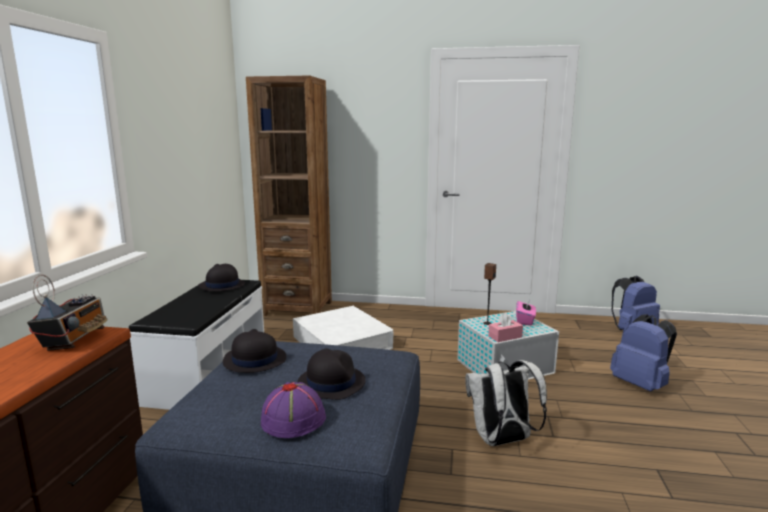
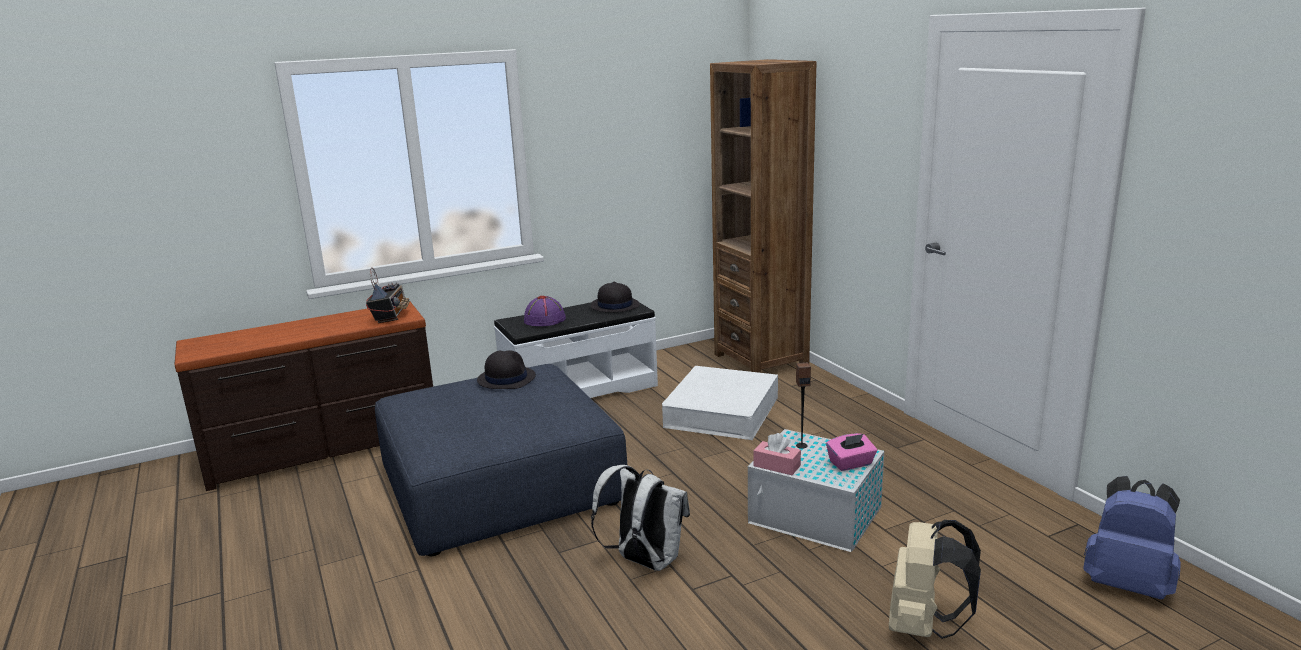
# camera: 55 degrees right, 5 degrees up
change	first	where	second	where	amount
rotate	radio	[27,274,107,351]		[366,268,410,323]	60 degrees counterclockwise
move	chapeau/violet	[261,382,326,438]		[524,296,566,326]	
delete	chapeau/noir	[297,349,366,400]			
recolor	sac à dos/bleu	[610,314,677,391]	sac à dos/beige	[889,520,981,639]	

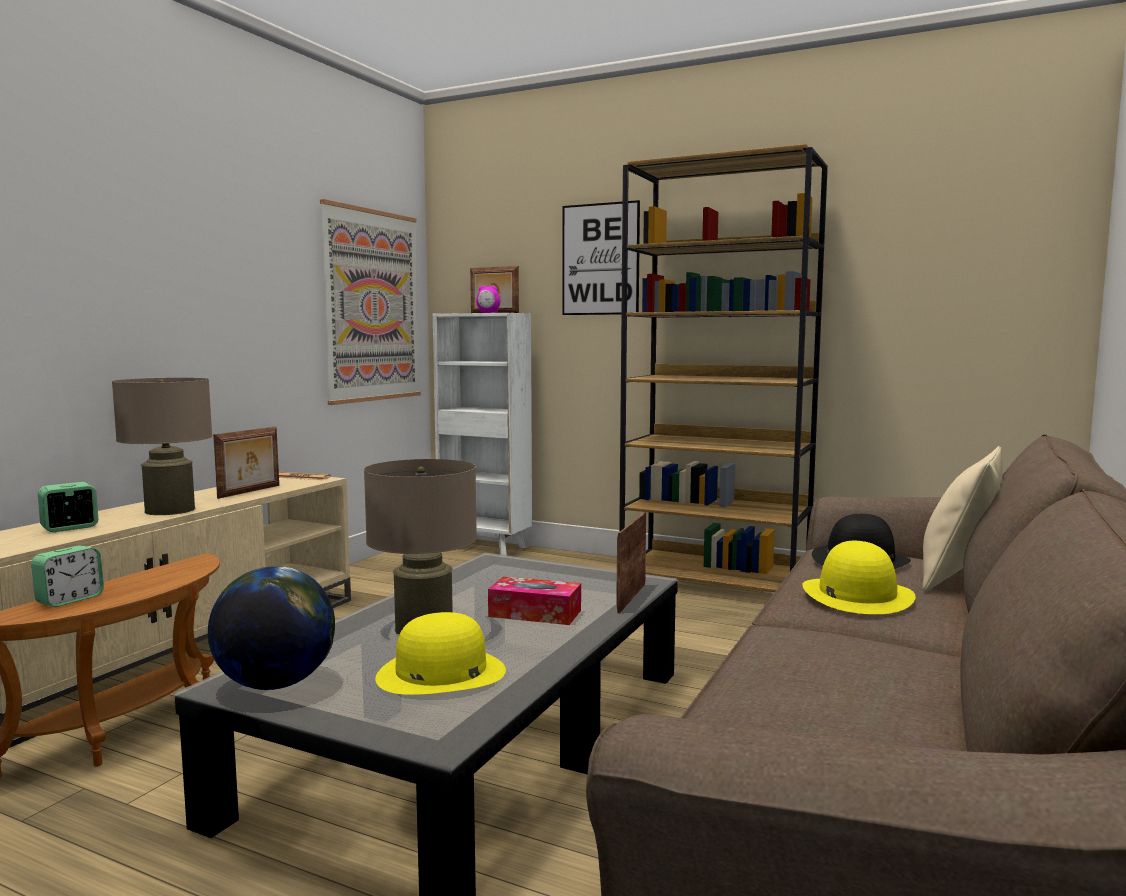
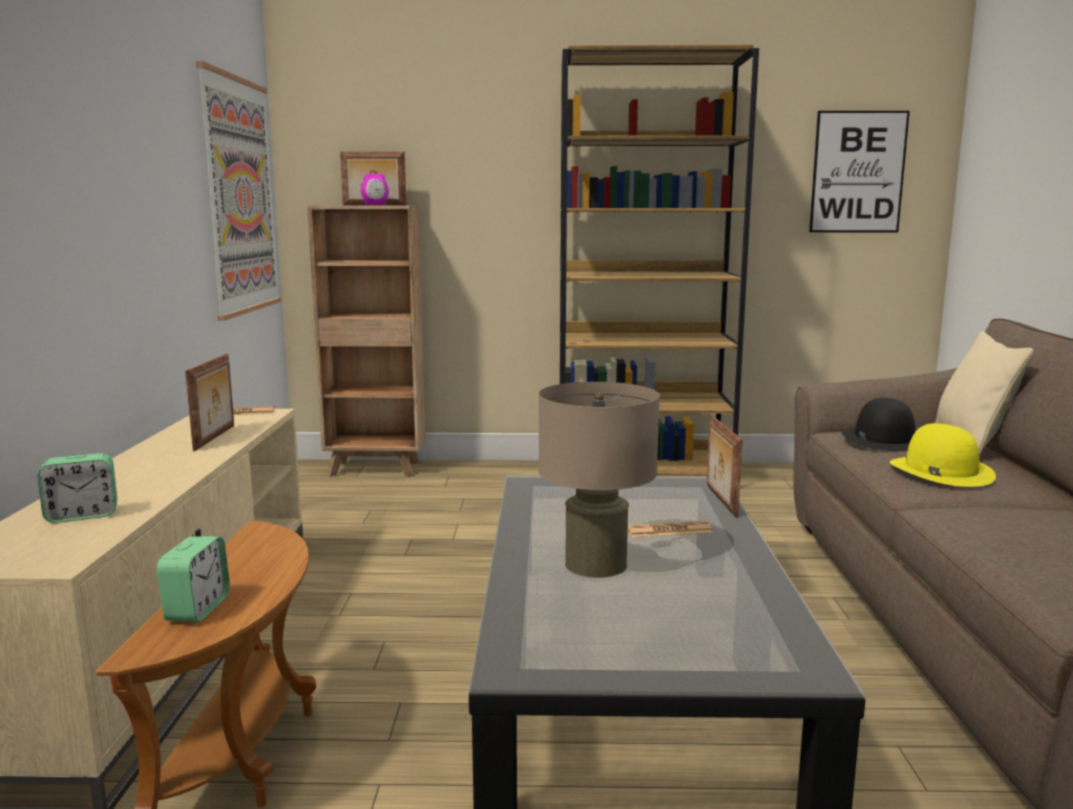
# camera: 25 degrees left, 5 degrees up
change	first	where	second	where	amount
rotate	réveil	[38,482,98,532]		[37,453,117,523]	135 degrees counterclockwise
delete	lampe de table/beige	[112,378,212,515]			
delete	globe	[208,566,335,690]			
delete	chapeau/jaune	[375,612,506,695]			
recolor	bibliothèque/blanc	[433,313,532,555]	bibliothèque/marron	[307,206,426,477]	
replace	boîte à mouchoirs	[488,576,581,625]	journal	[628,521,713,537]	
move	tableau	[562,200,640,315]		[809,111,910,232]	

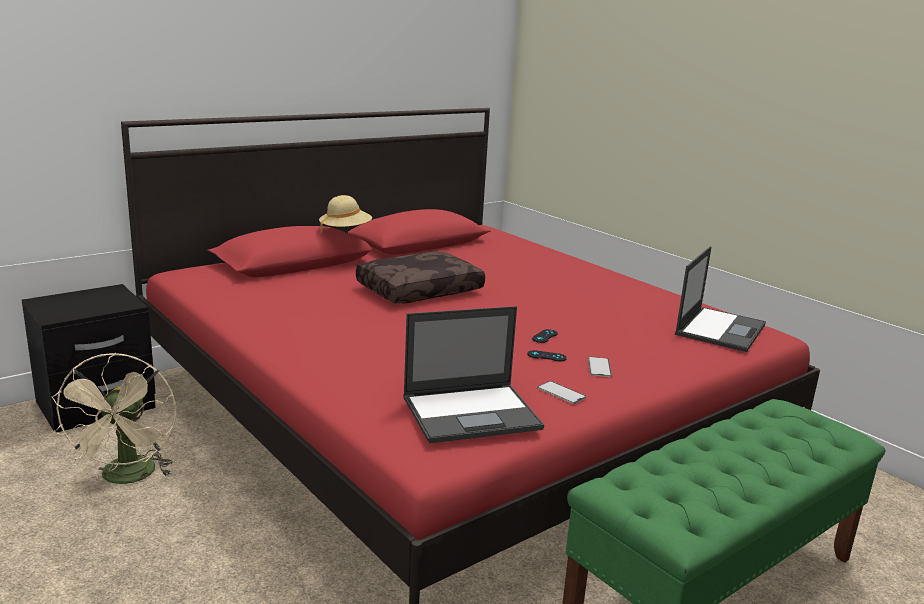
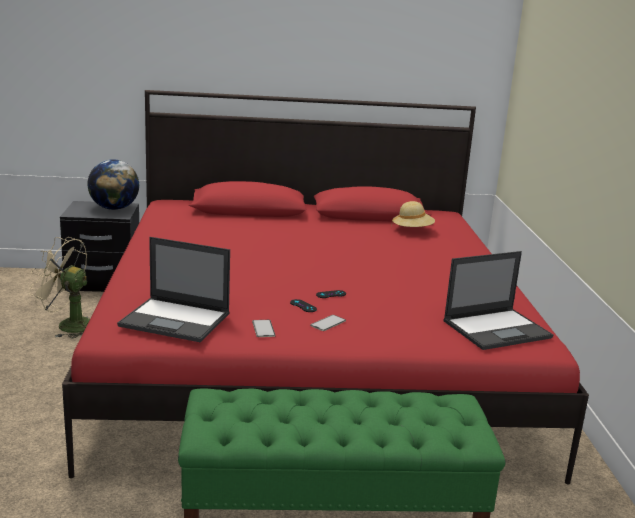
# camera: 35 degrees right, 0 degrees up
change	first	where	second	where	amount
rotate	ventilateur/beige	[51,353,176,484]		[29,237,90,338]	75 degrees clockwise
move	chapeau/beige	[319,195,372,234]		[391,201,435,229]	
delete	coussin/marron	[356,251,485,304]			
insert			globe	[87,159,139,210]	

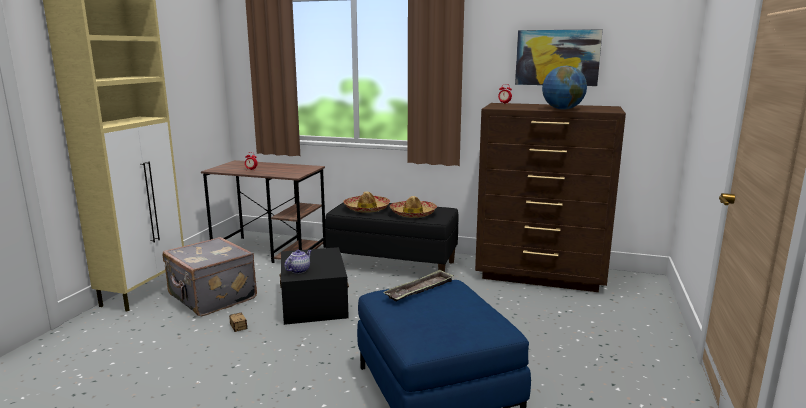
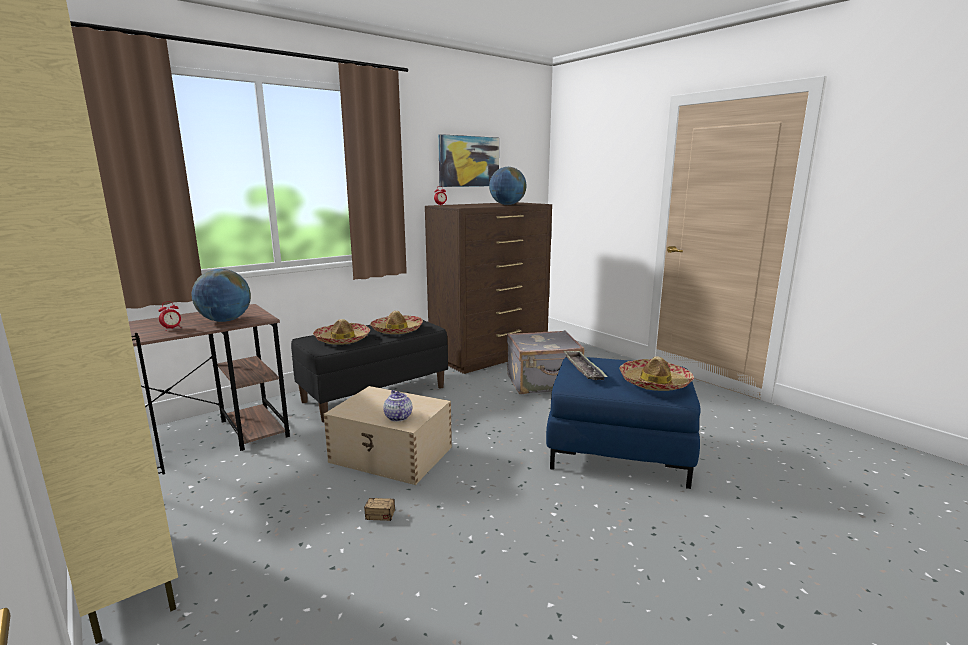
# camera: 55 degrees left, 0 degrees up
change	first	where	second	where	amount
move	valise/gris	[163,237,257,316]		[507,330,584,394]	
recolor	boîte de rangement/noir	[280,247,349,325]	boîte de rangement/beige	[324,386,452,485]	
insert			globe	[191,269,251,322]	
insert			chapeau	[620,356,694,391]	

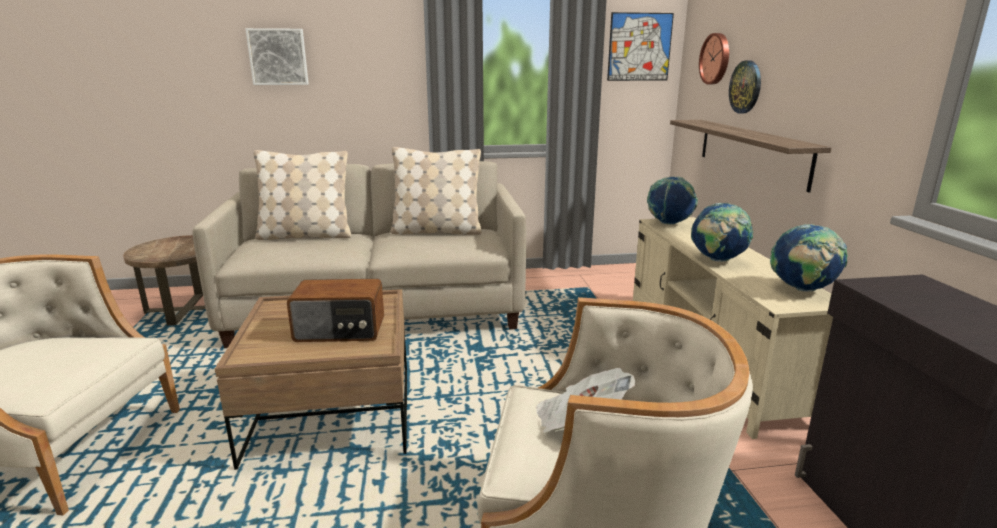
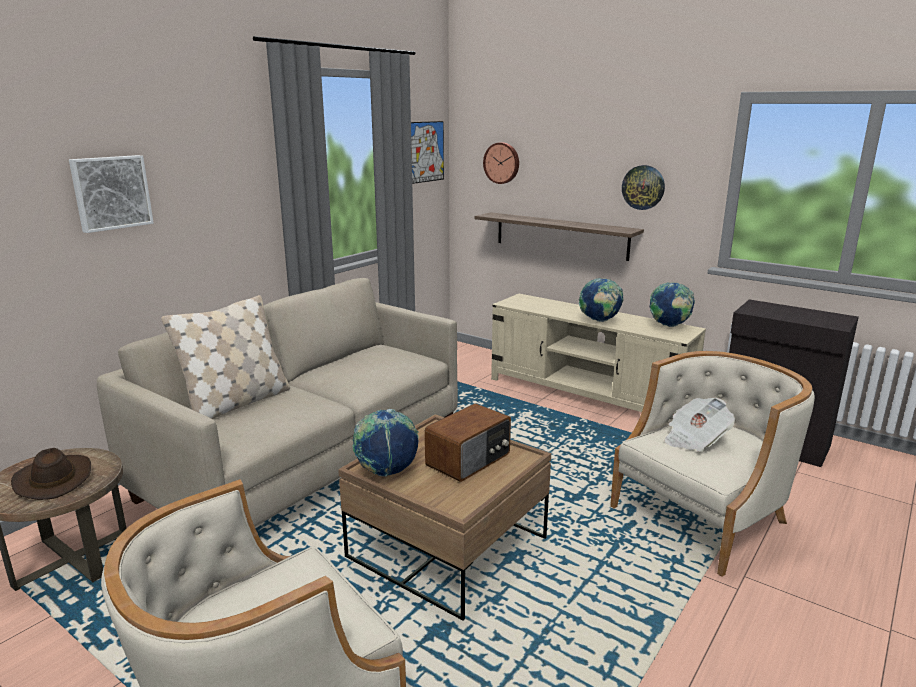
# camera: 45 degrees left, 0 degrees up
change	first	where	second	where	amount
delete	coussin/beige	[390,147,482,235]			
move	globe	[647,177,698,225]		[353,409,419,477]	
move	horloge murale	[729,61,761,114]		[622,165,665,210]	
insert			chapeau/marron	[11,448,91,500]	

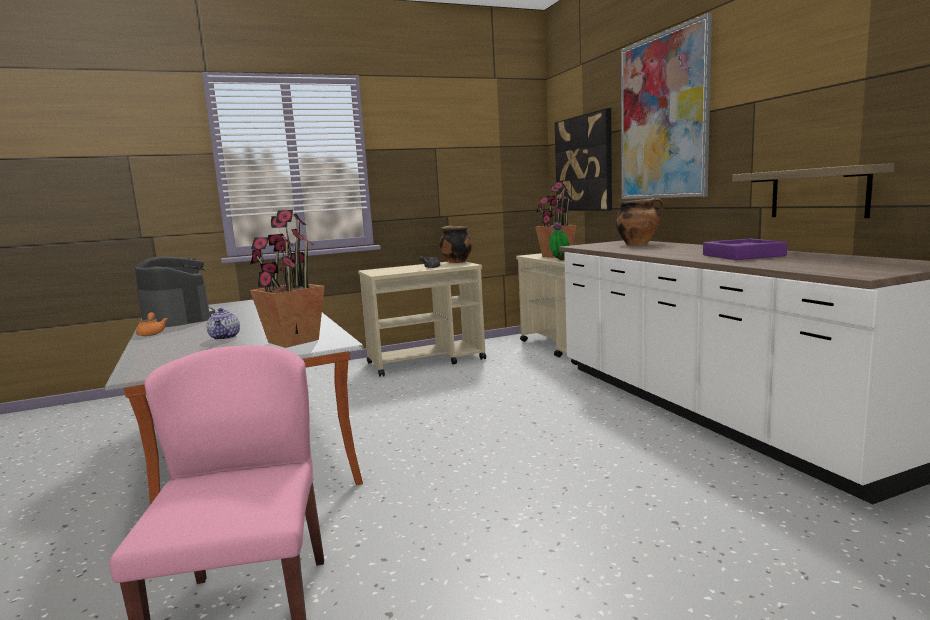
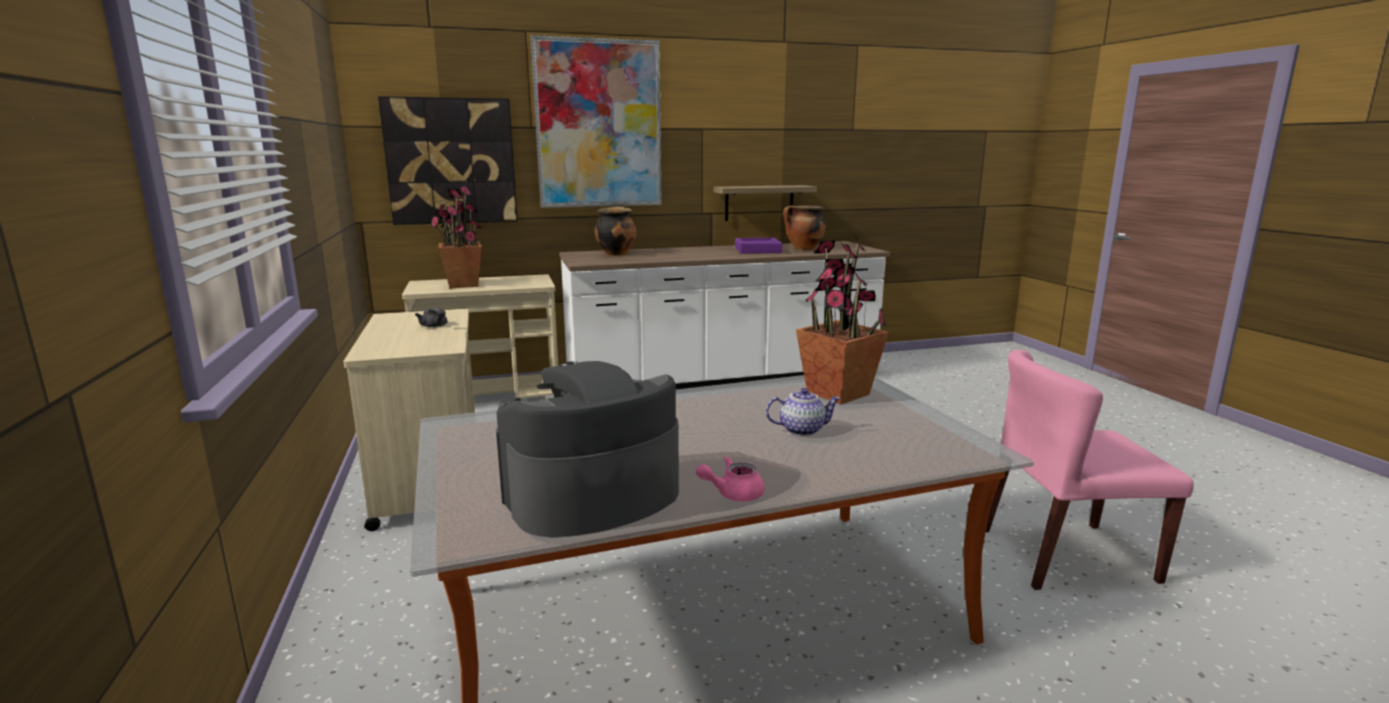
# camera: 85 degrees left, 5 degrees up
change	first	where	second	where	amount
recolor	théière/orange	[136,312,167,336]	théière/rose	[696,456,764,501]	
move	marmite	[439,226,473,263]		[783,205,826,250]	
delete	plante en pot	[550,222,570,260]			

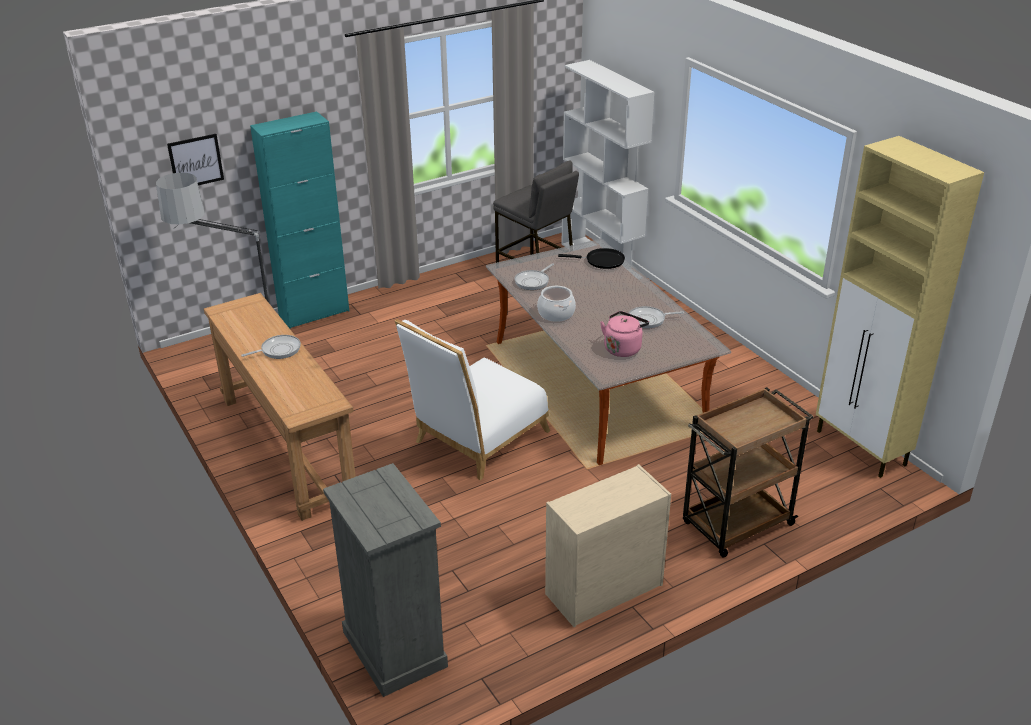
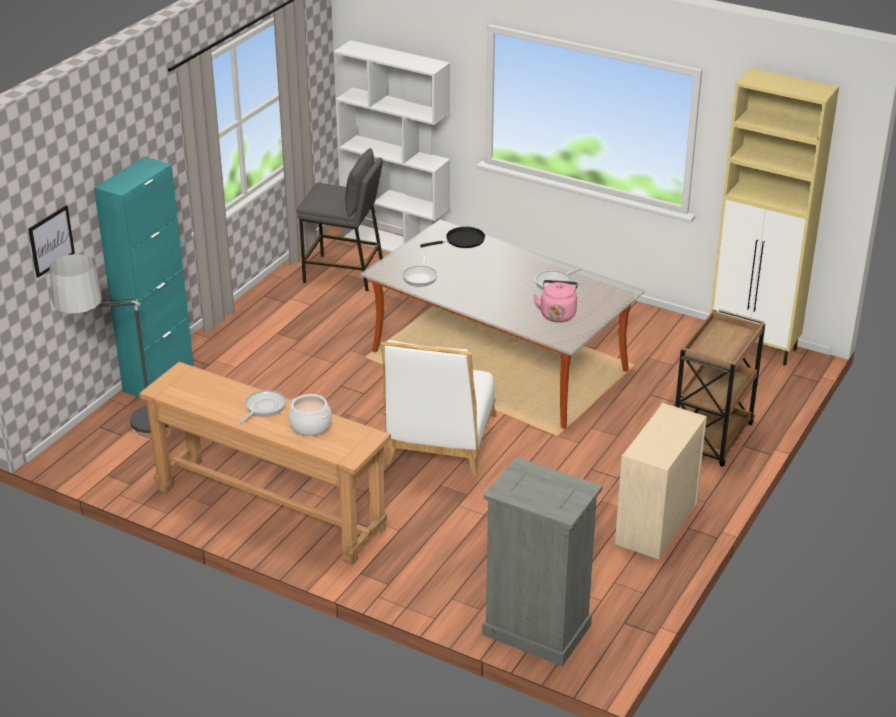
# camera: 30 degrees left, 0 degrees up
change	first	where	second	where	amount
move	marmite	[537,286,576,322]		[288,394,332,436]	

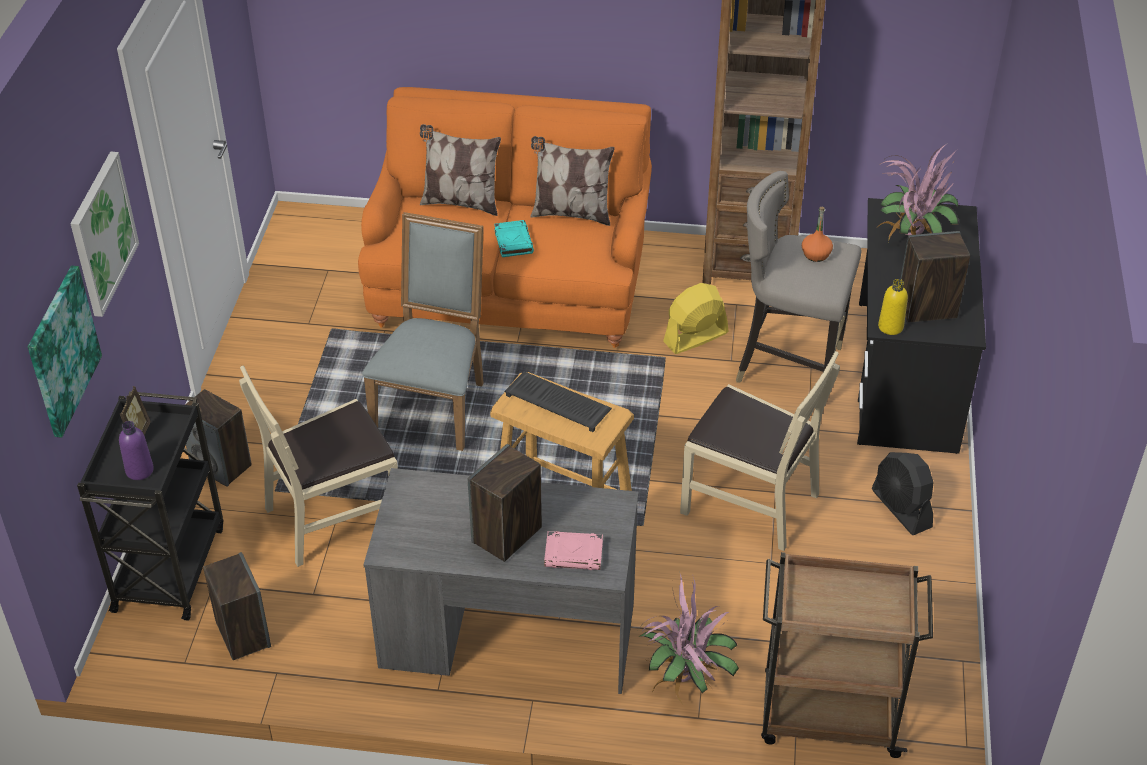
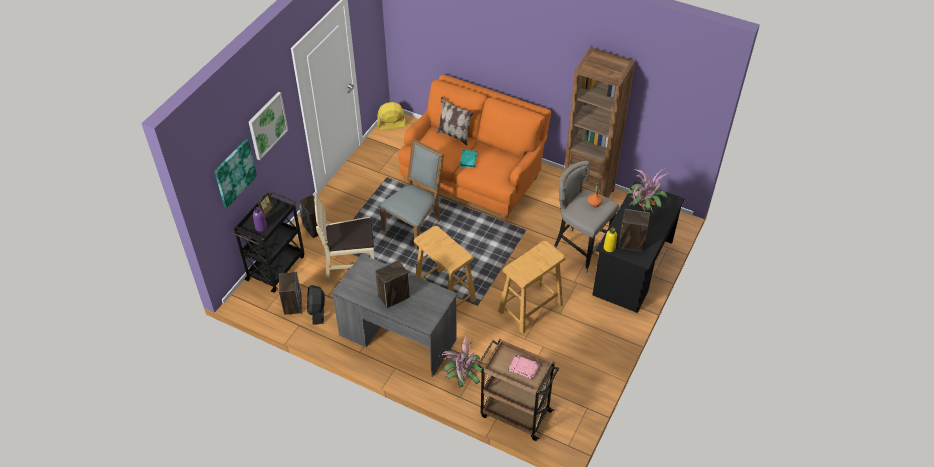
# camera: 20 degrees right, 5 degrees up
change	first	where	second	where	amount
delete	clavier	[505,371,612,432]			
delete	coussin	[530,136,614,226]			
move	livre/rose	[544,531,603,570]		[508,355,540,380]	
move	ventilateur/jaune	[663,283,728,354]		[377,102,406,130]	
replace	chaise/beige	[680,351,840,551]	tabouret/beige	[498,241,566,334]	
move	ventilateur/noir	[872,452,934,535]		[307,285,325,325]	

